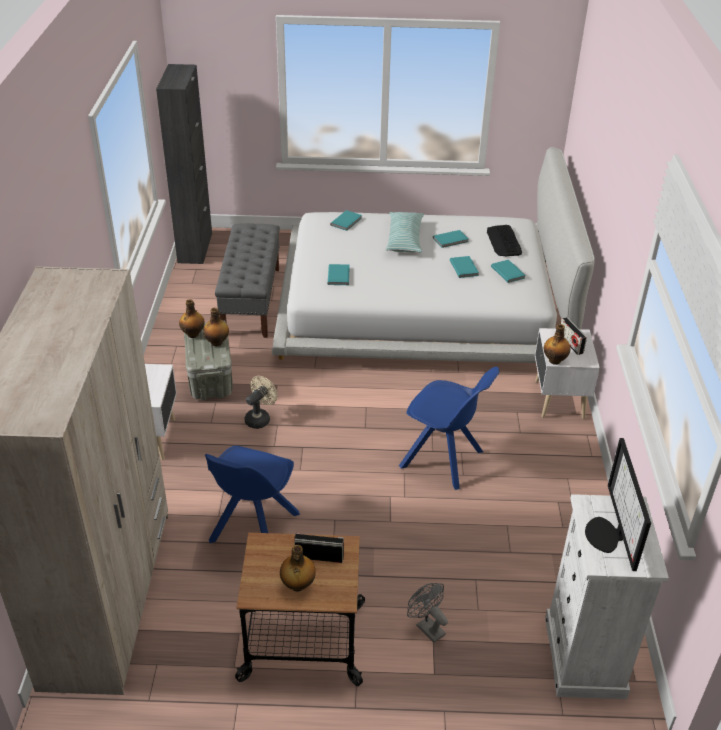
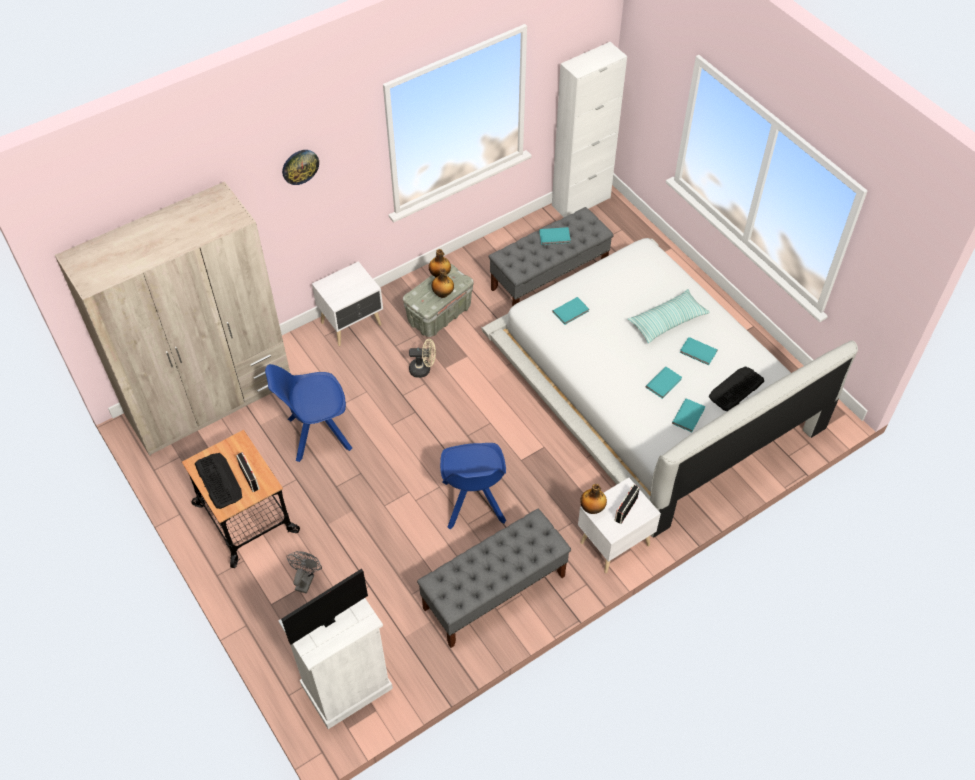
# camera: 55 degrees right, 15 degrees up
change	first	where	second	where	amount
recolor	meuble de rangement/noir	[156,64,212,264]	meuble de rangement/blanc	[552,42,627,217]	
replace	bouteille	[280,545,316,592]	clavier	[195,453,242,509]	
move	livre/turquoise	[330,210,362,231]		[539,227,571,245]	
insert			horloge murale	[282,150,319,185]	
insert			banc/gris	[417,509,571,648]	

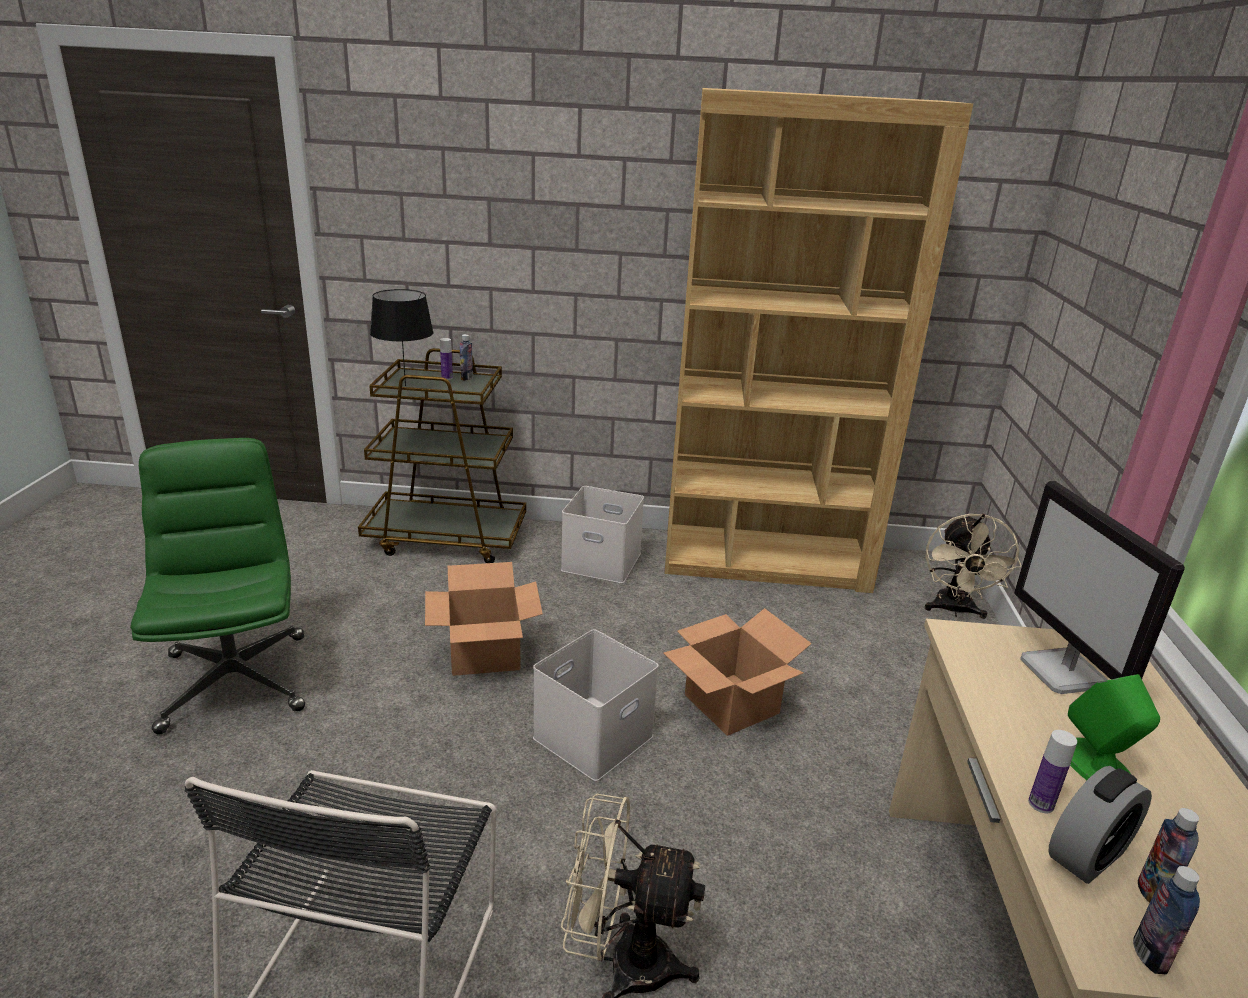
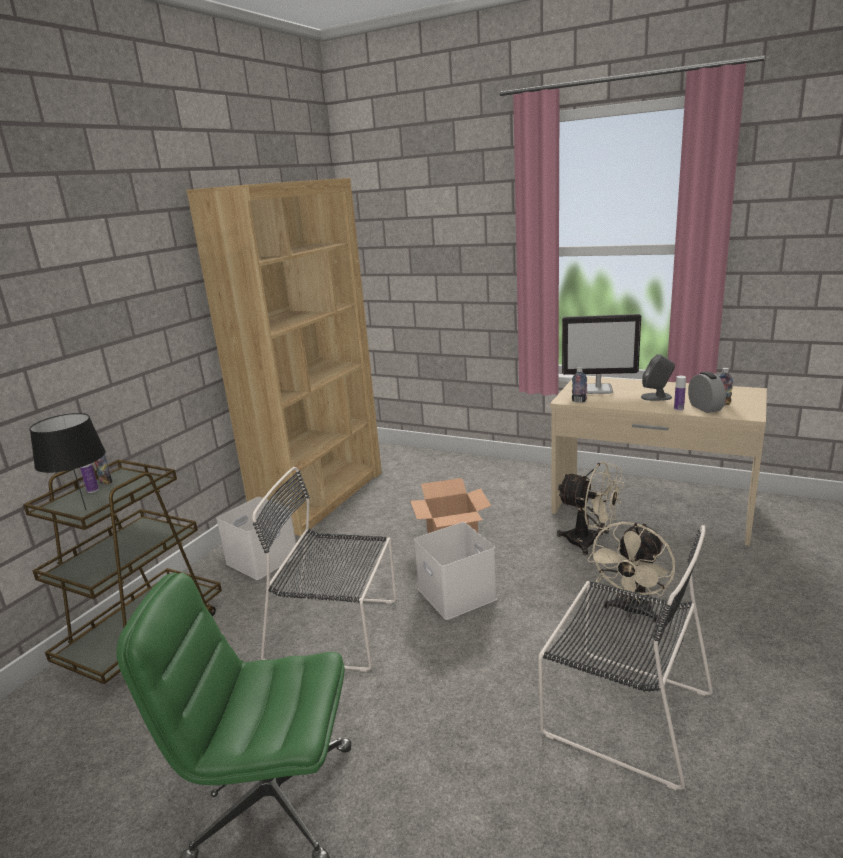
# camera: 65 degrees left, 5 degrees down
change	first	where	second	where	amount
replace	carton	[425,562,543,676]	chaise/noir	[252,467,396,672]	
move	ventilateur/beige	[925,513,1022,619]		[557,461,624,555]	
recolor	enceinte/vert	[1068,674,1160,780]	enceinte/gris	[641,354,675,401]	
move	bouteille	[1133,866,1200,974]		[572,367,587,403]	

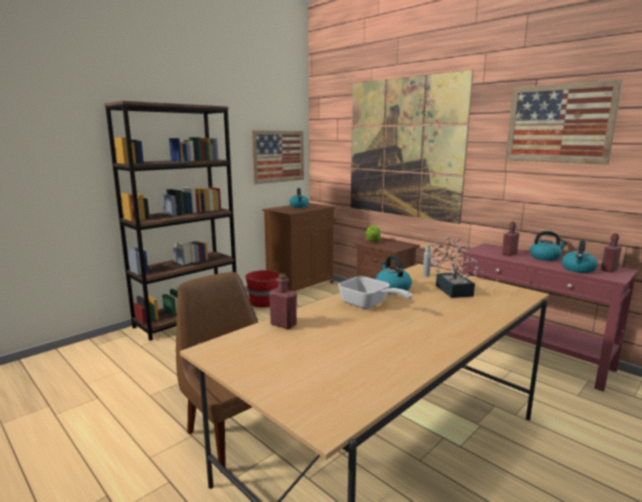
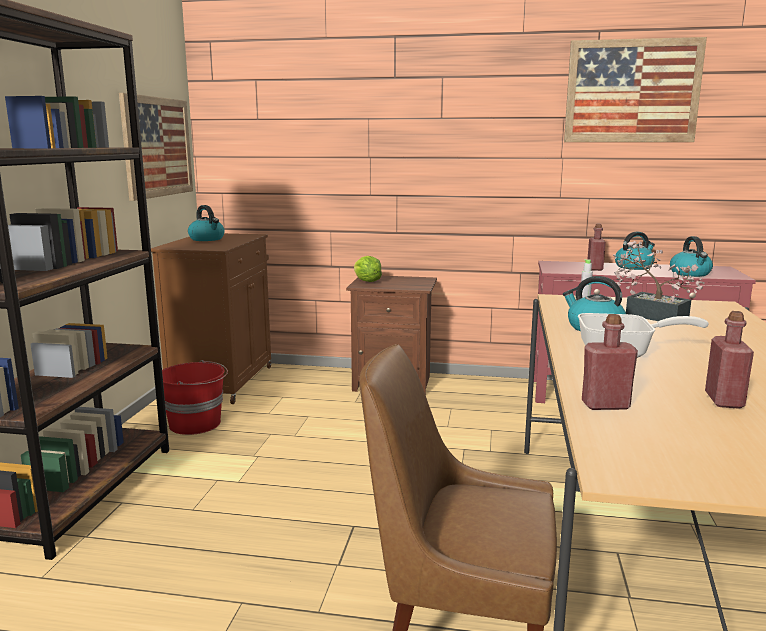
# camera: 35 degrees left, 0 degrees up
change	first	where	second	where	amount
delete	tableau	[351,70,474,224]			
move	bouteille/rouge	[601,233,622,272]		[705,311,754,409]	

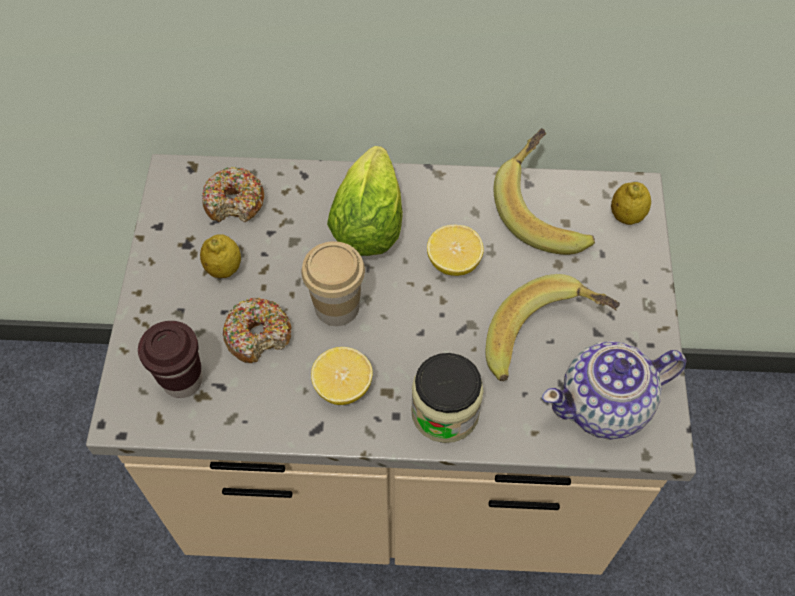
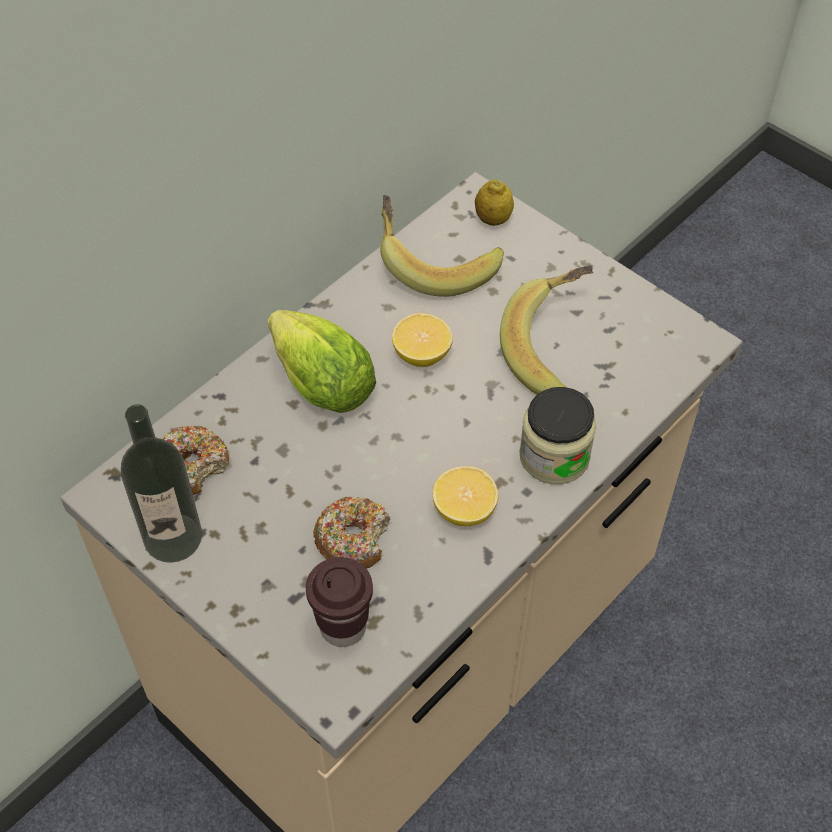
# camera: 50 degrees left, 5 degrees down
change	first	where	second	where	amount
delete	citron	[200,234,241,278]			
delete	tasse	[301,241,365,326]			
delete	théière	[542,341,686,440]			
insert			bouteille	[121,404,202,563]	

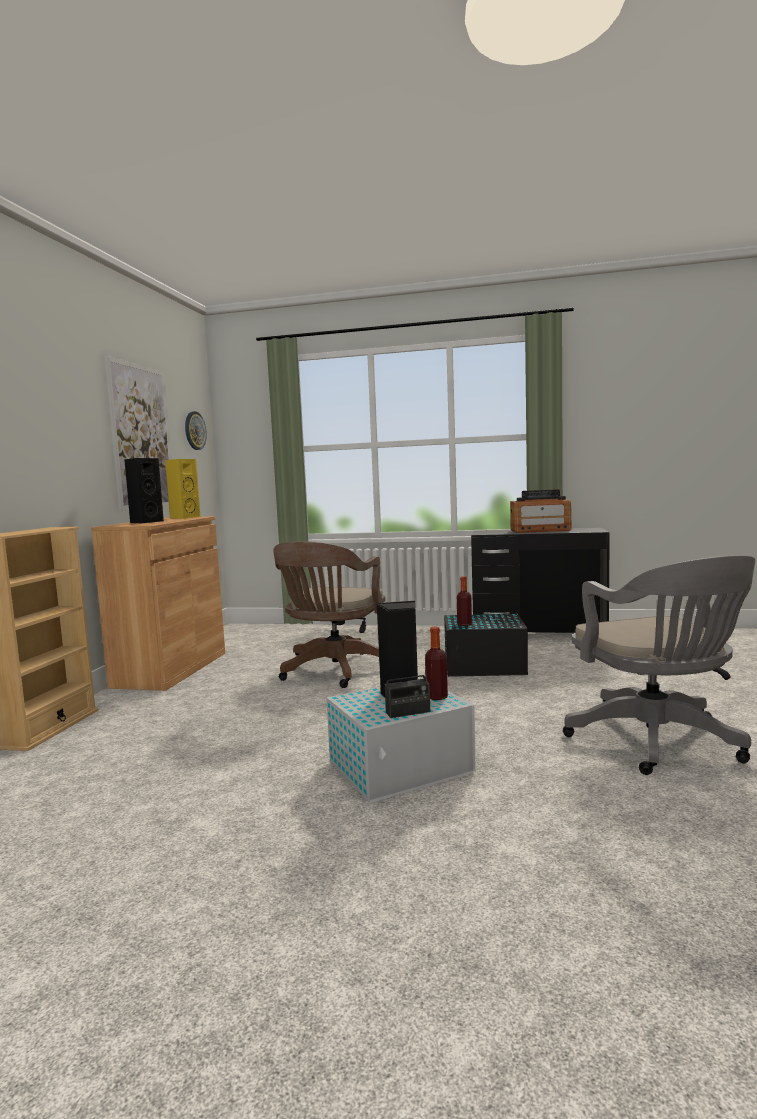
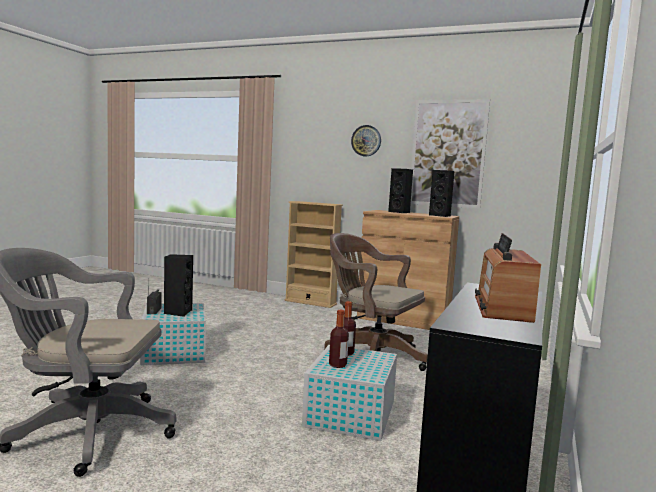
# camera: 100 degrees right, 0 degrees up
change	first	where	second	where	amount
recolor	enceinte/jaune	[165,459,200,519]	enceinte/noir	[429,170,454,217]	
move	horloge murale	[185,411,207,450]		[351,125,381,156]	
move	bouteille	[425,627,448,700]		[329,310,349,368]	
recolor	boîte de rangement/noir	[444,614,528,677]	boîte de rangement/blanc	[302,345,397,441]	

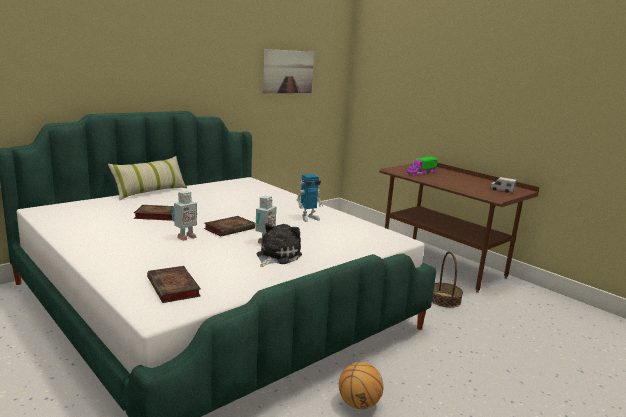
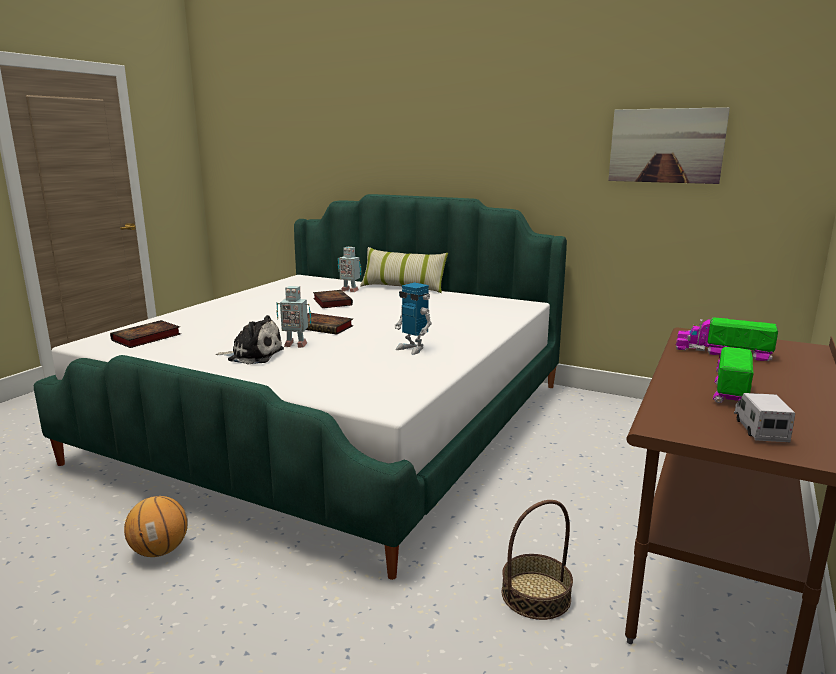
# camera: 70 degrees right, 0 degrees up
change	first	where	second	where	amount
move	robot jouet	[172,191,197,241]		[338,247,361,292]	
insert			camion jouet	[713,347,754,403]	

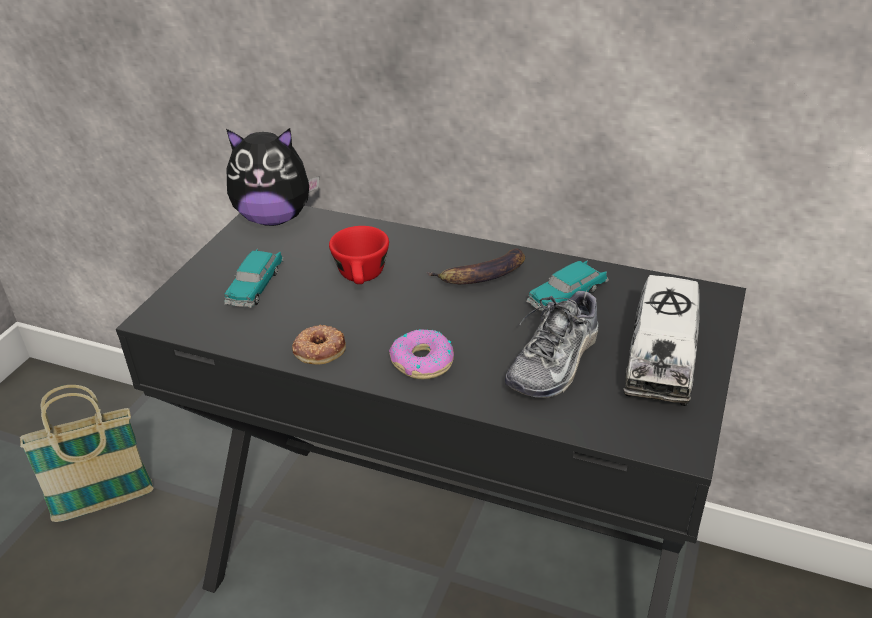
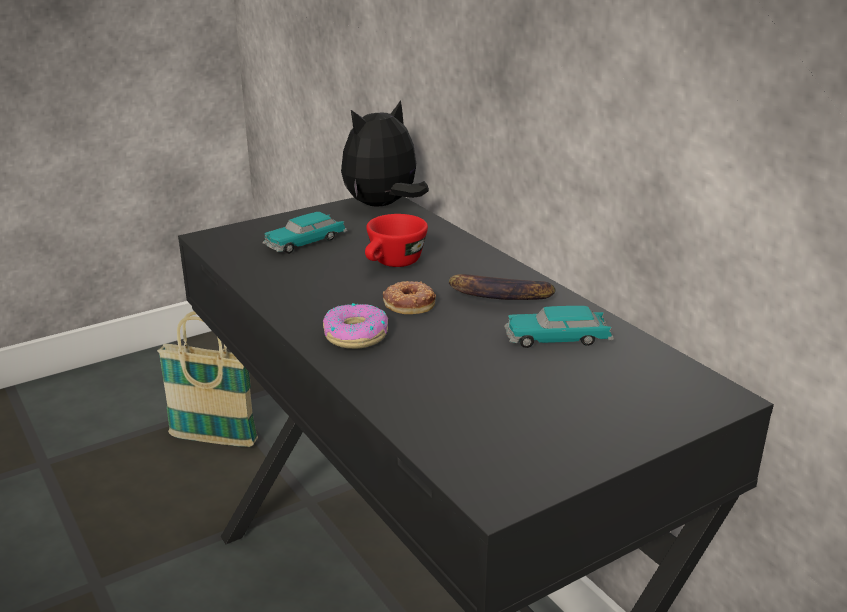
# camera: 35 degrees right, 10 degrees down
change	first	where	second	where	amount
rotate	peluche	[226,128,319,226]		[341,100,429,207]	105 degrees clockwise
move	beignet	[292,324,346,365]		[383,281,436,314]	
delete	chaussure	[505,289,598,398]			
delete	camion jouet	[623,275,700,406]			

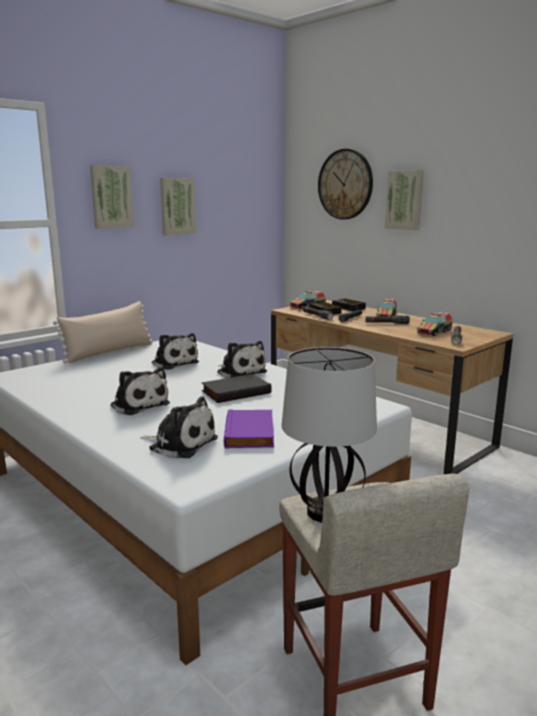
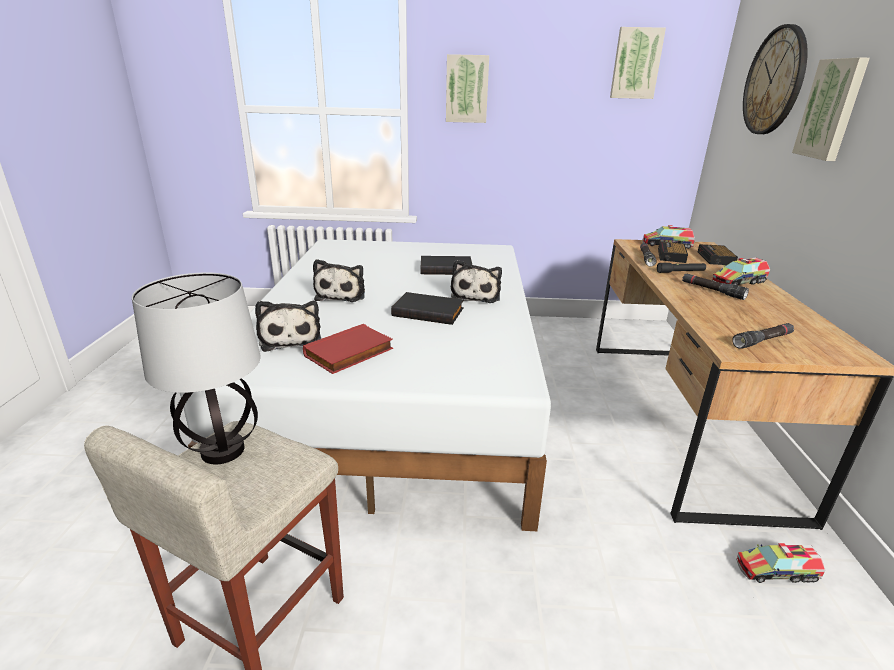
# camera: 45 degrees right, 10 degrees up
change	first	where	second	where	amount
delete	coussin/beige	[53,301,153,363]			
replace	peluche	[152,333,199,370]	livre/noir	[421,256,472,275]	
move	tableau	[160,178,196,236]		[610,27,666,99]	
recolor	livre/violet	[224,409,274,448]	livre/rouge	[303,324,393,374]	
move	camion jouet	[417,312,453,336]		[736,543,826,583]	

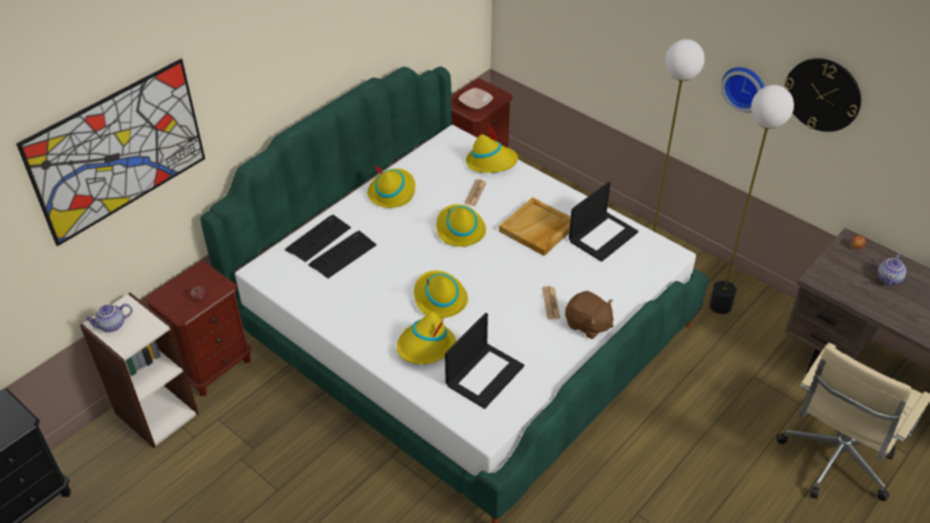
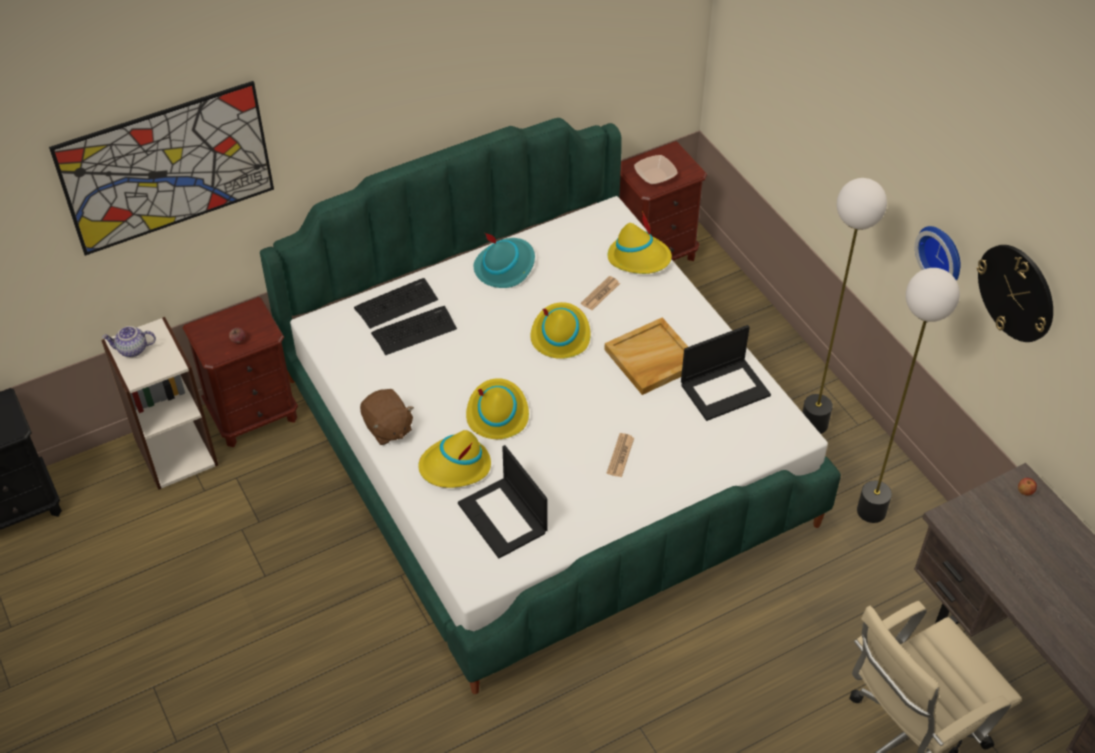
# camera: 20 degrees right, 5 degrees up
change	first	where	second	where	amount
recolor	chapeau/jaune	[367,165,415,208]	chapeau/turquoise	[474,233,535,288]	
rotate	ordinateur portable	[445,313,524,409]		[458,445,547,558]	90 degrees clockwise
move	peluche/marron	[565,291,614,339]		[360,389,414,445]	
delete	théière	[878,253,906,285]			

